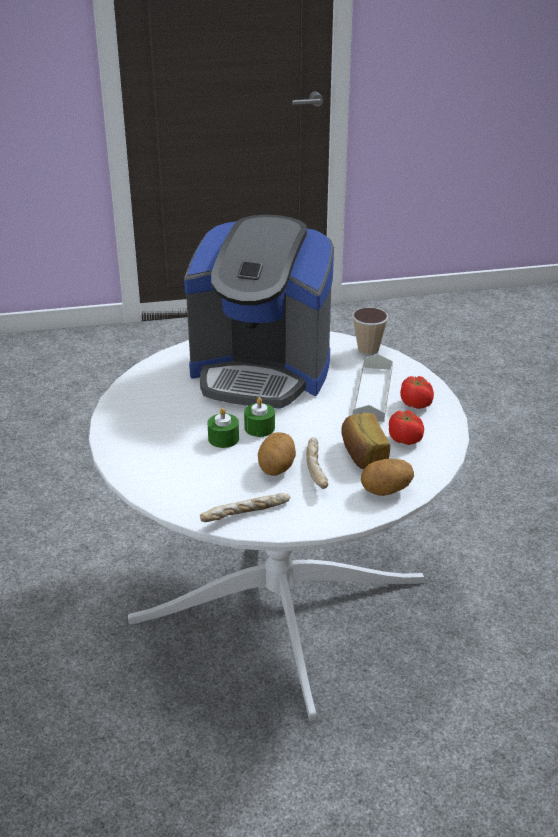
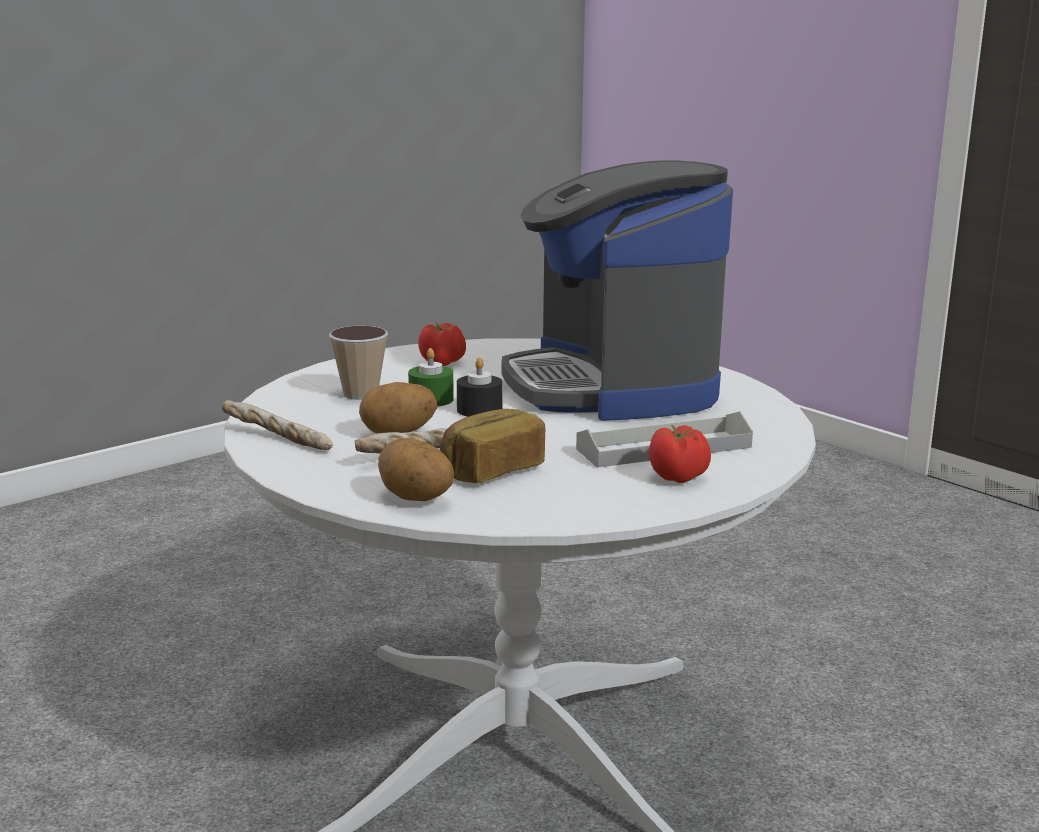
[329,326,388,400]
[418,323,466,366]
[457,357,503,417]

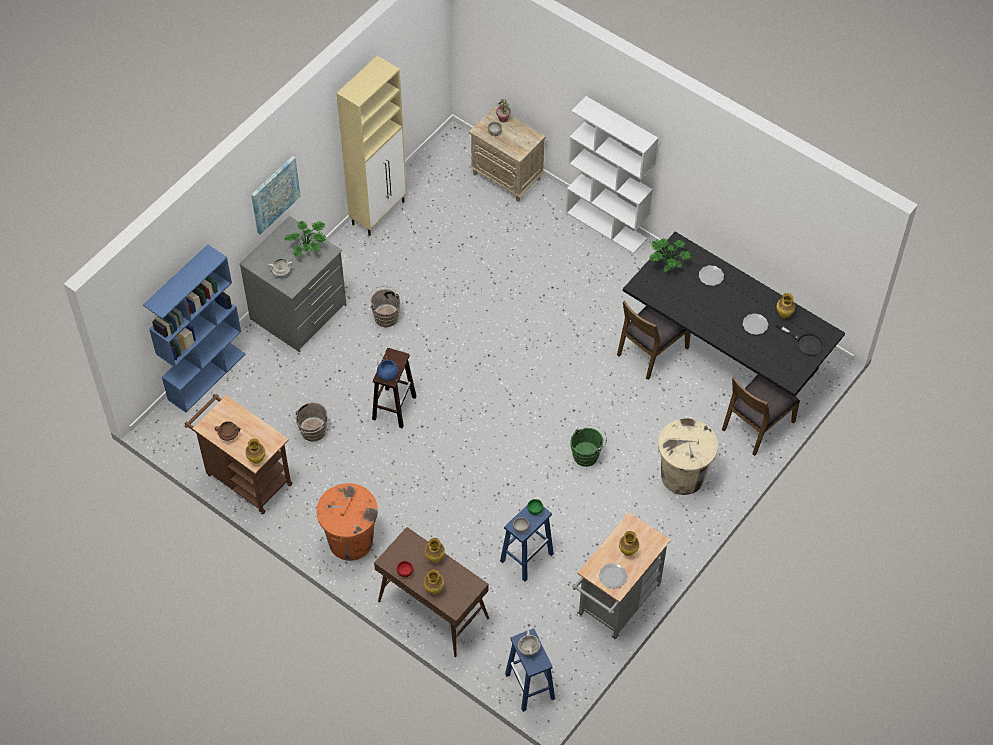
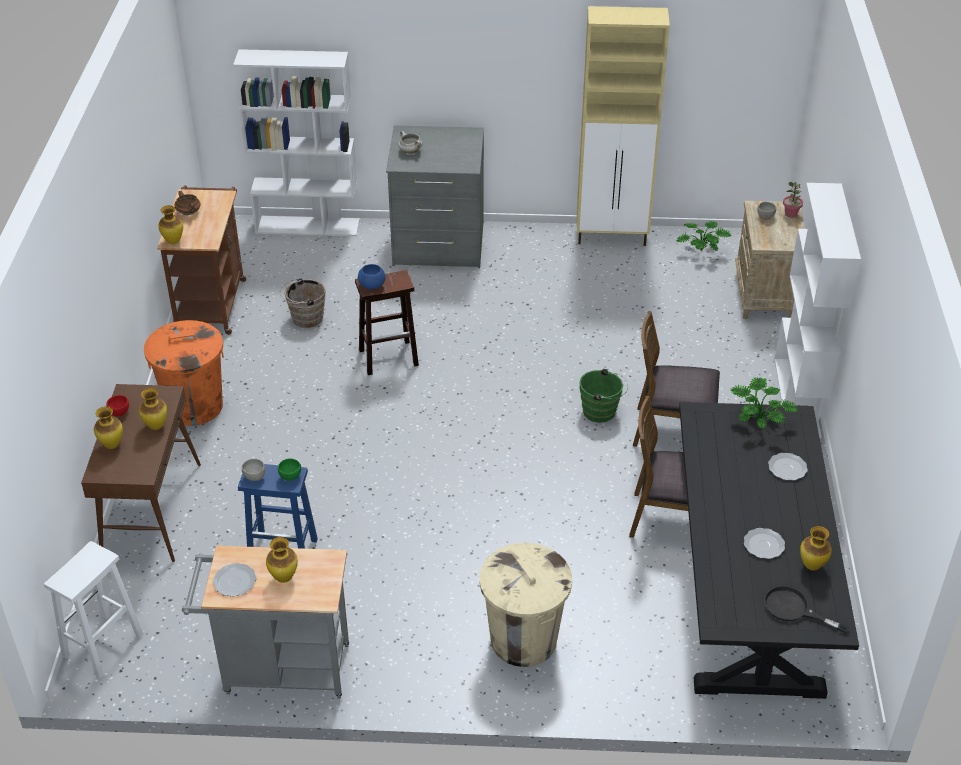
[251,156,301,235] (first image)
[368,286,400,327] (first image)
[518,630,541,656] (first image)
[677,220,732,251]
[579,369,628,423]
[633,311,720,447]
[233,49,360,236]
[44,541,143,678]
[764,585,849,633]

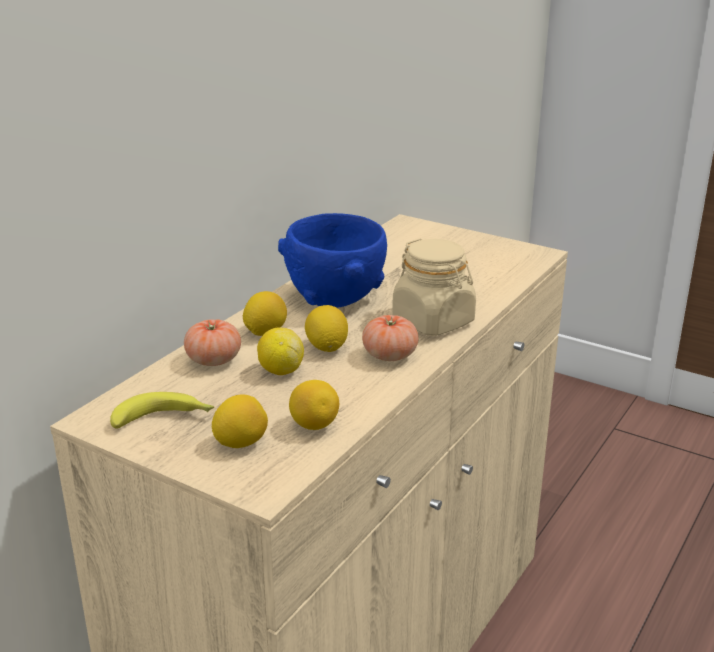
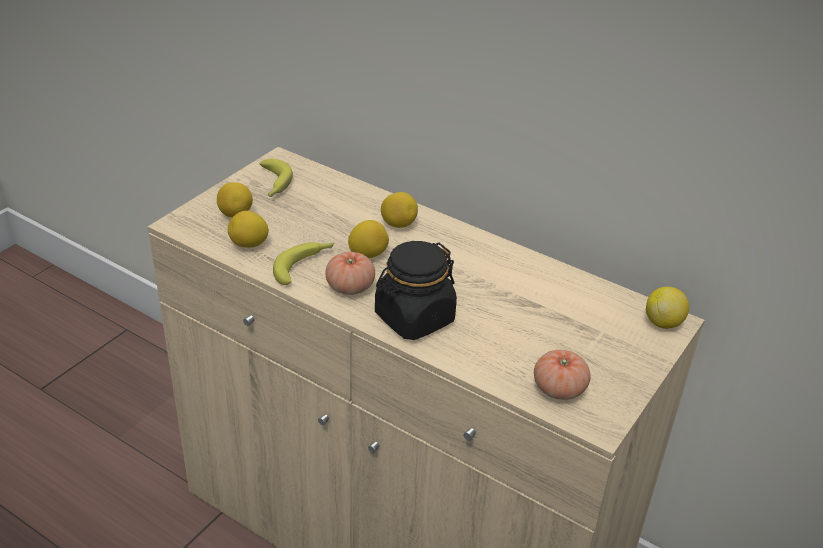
[278,213,387,308] (first image)
[273,242,334,285]
[534,350,591,400]
[646,287,689,329]
[375,241,457,340]

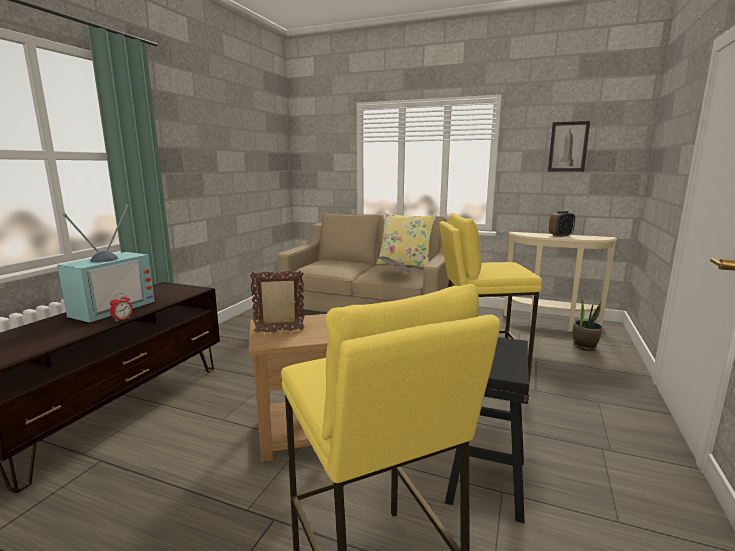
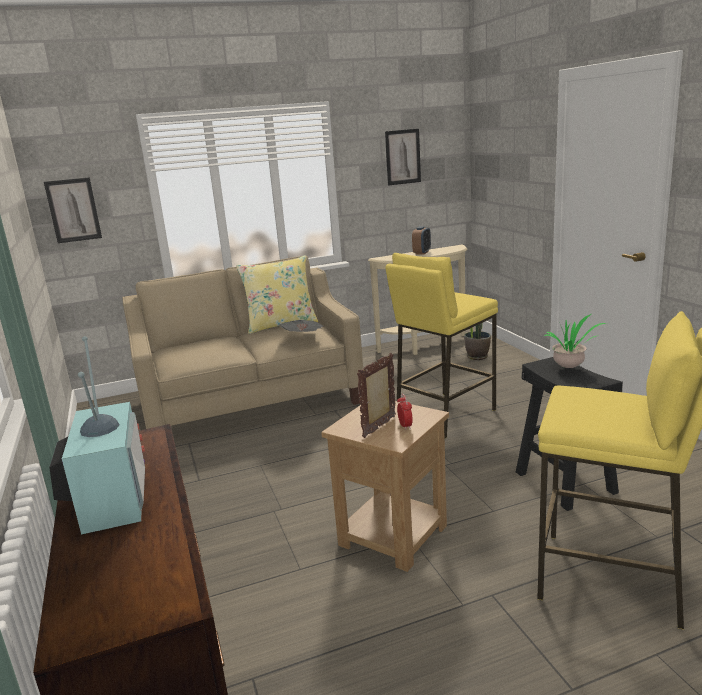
[44,177,102,243]
[543,314,607,368]
[397,394,413,430]

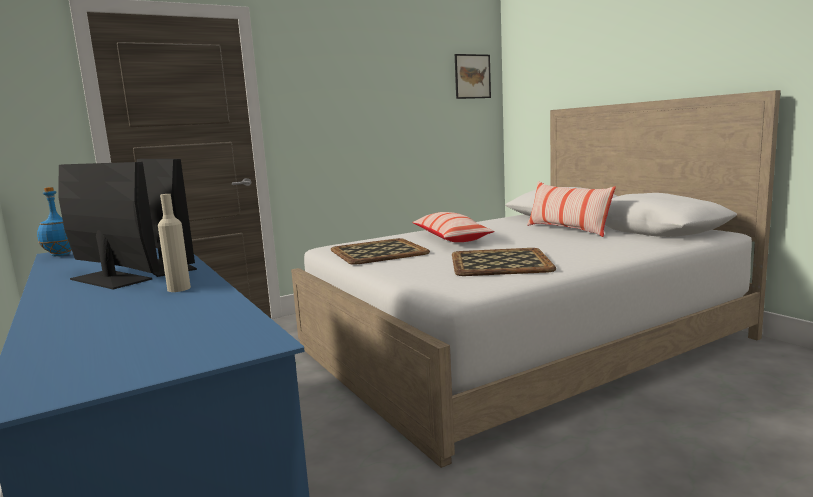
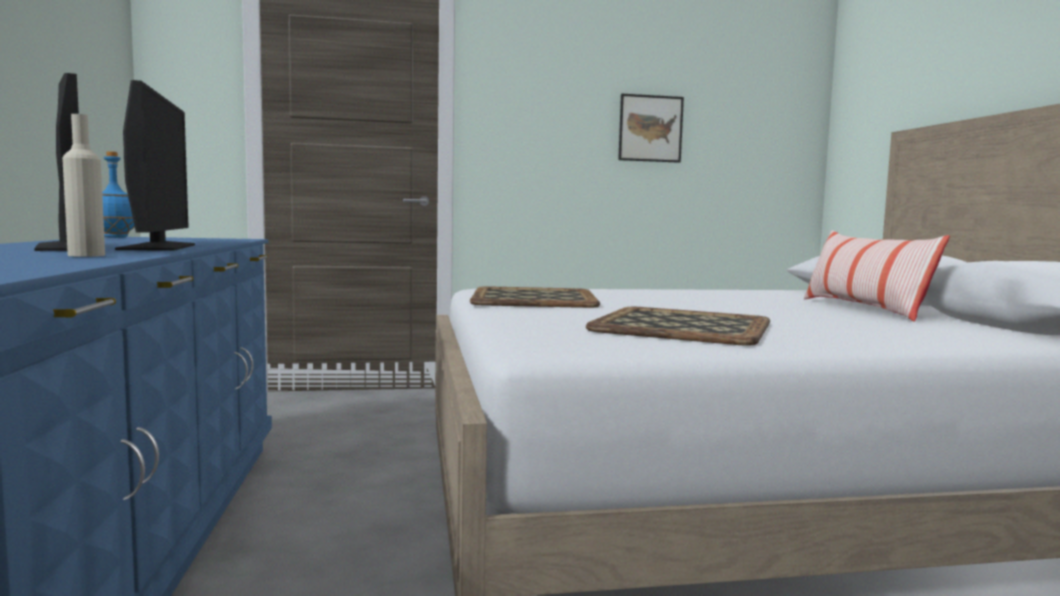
[412,212,494,242] (first image)
[618,94,684,163]

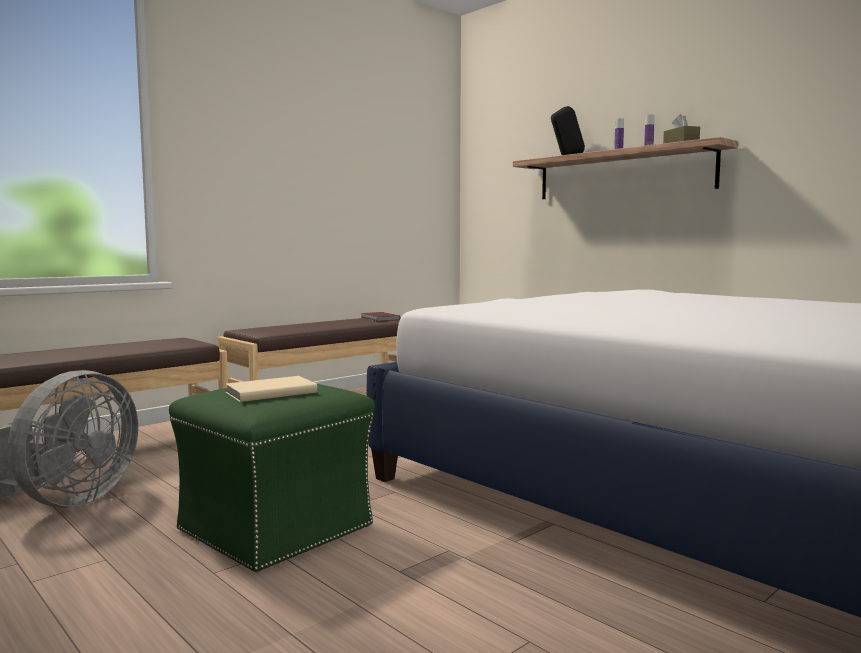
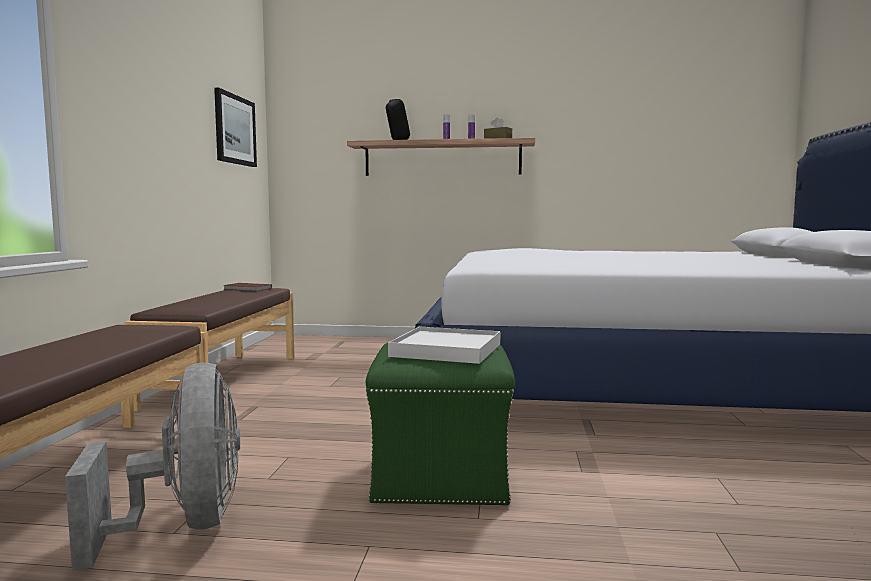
[214,88,257,167]
[388,327,500,364]

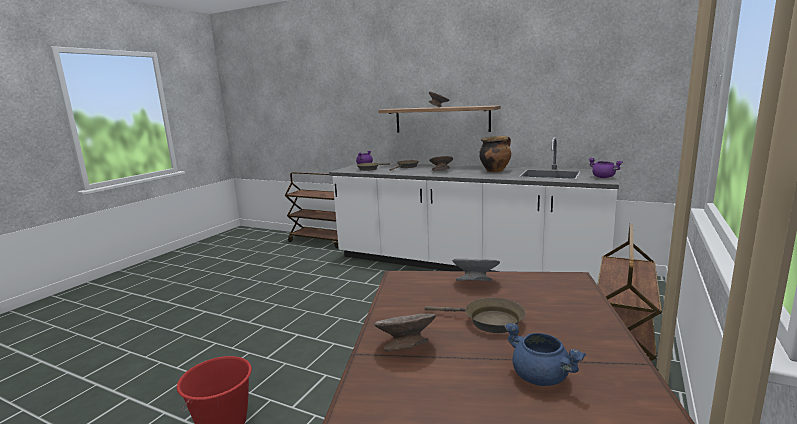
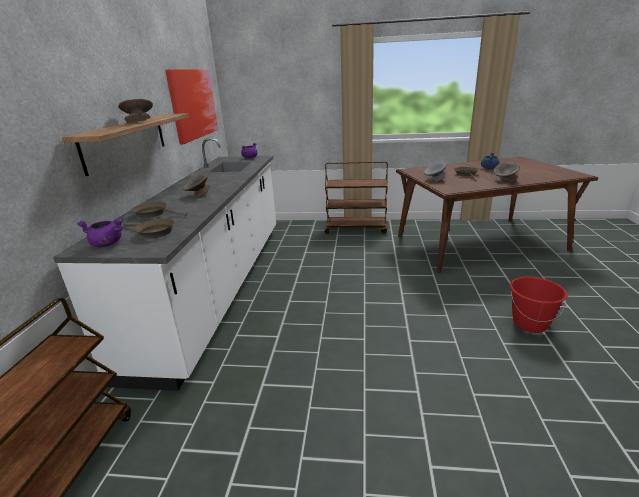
[479,136,511,172] (first image)
[165,69,219,144]

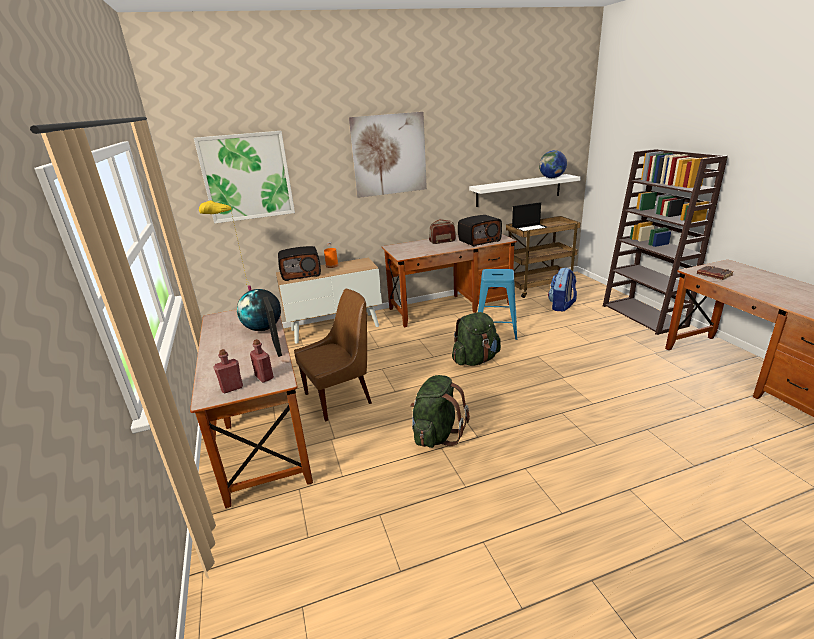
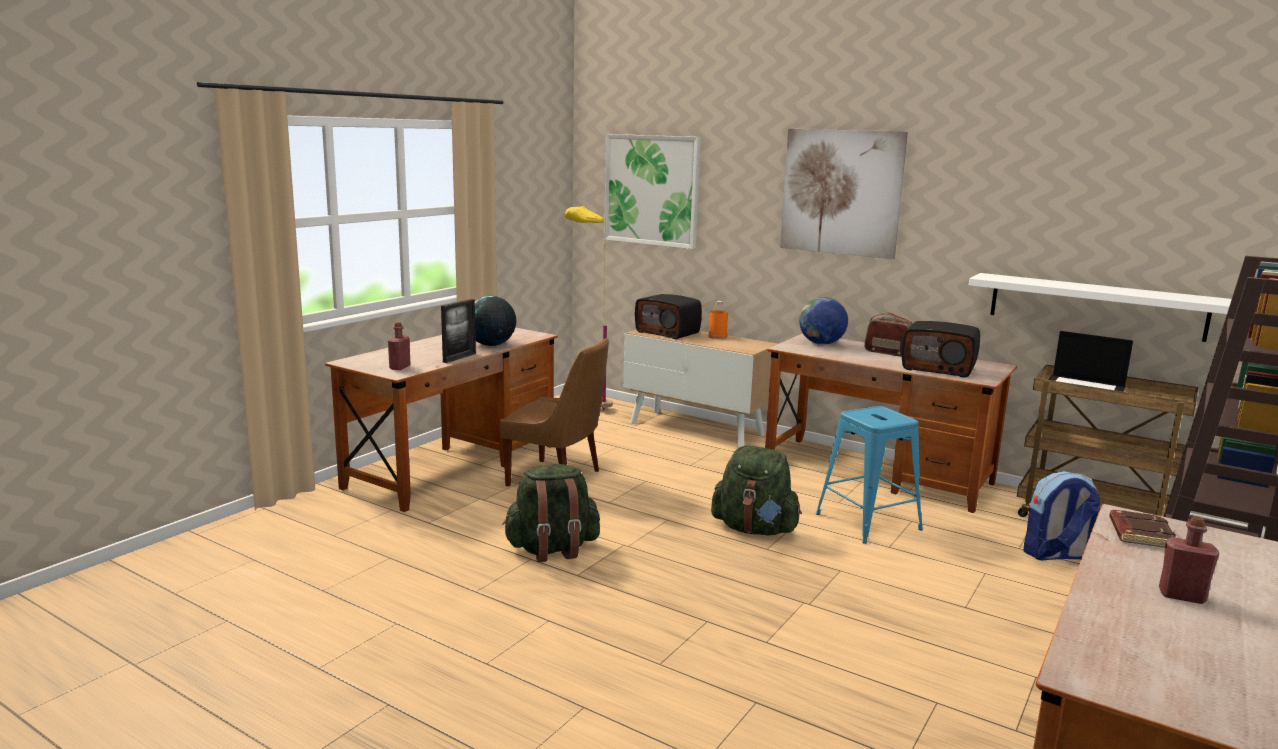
[1159,516,1220,604]
[799,297,848,345]

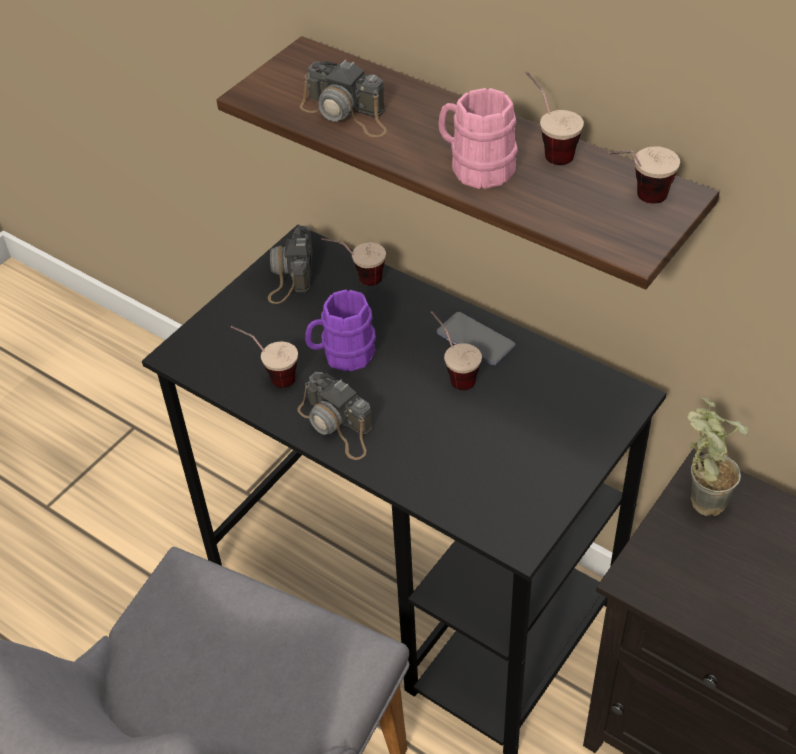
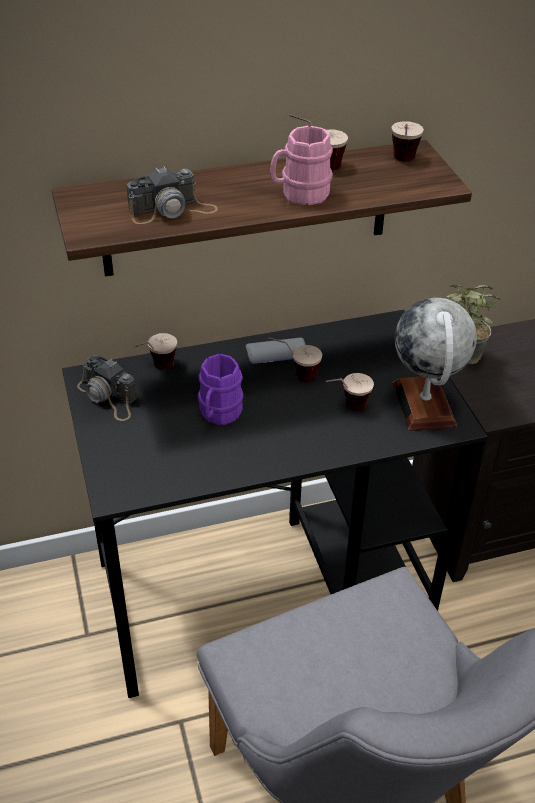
[297,372,373,460] (first image)
[393,298,477,431]
[326,373,374,412]

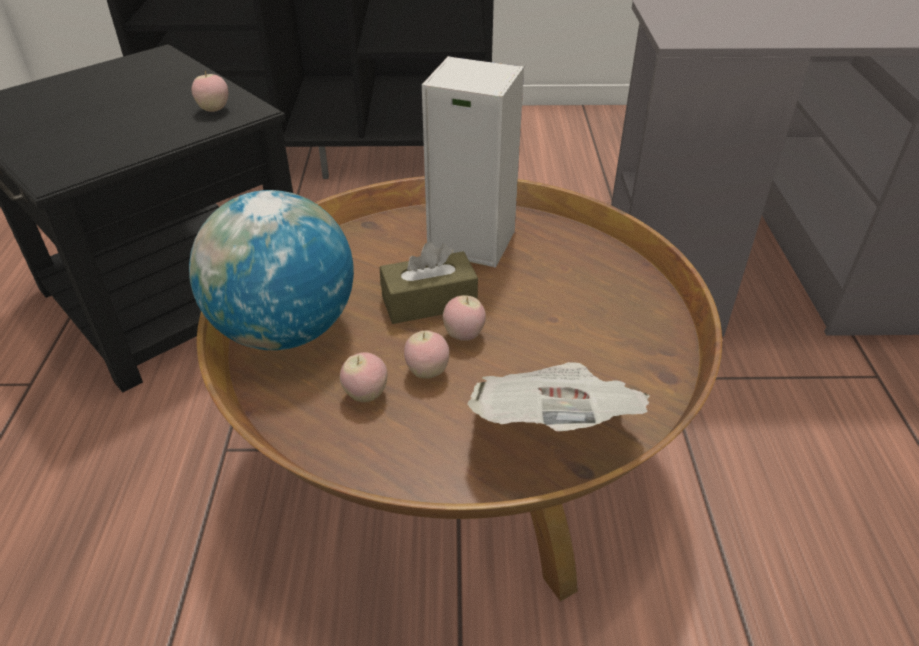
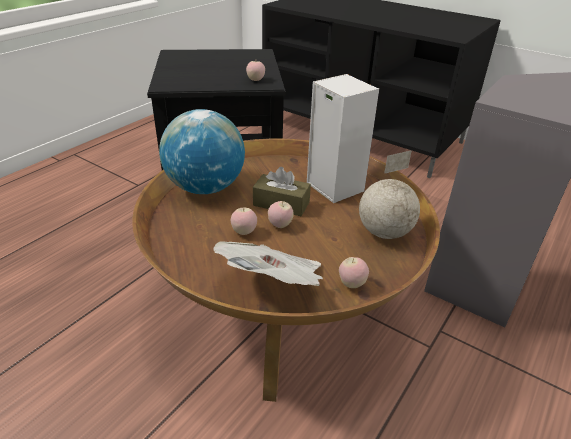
[359,150,420,239]
[339,257,369,288]

